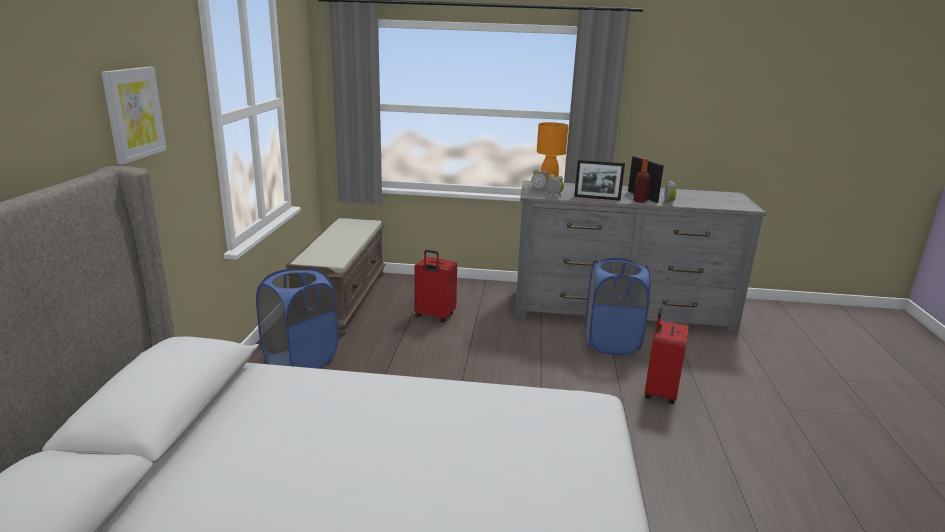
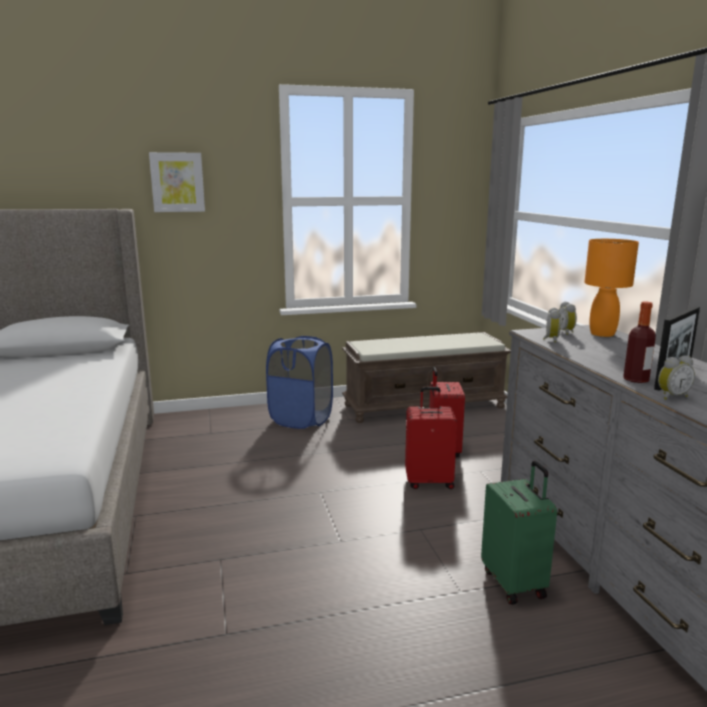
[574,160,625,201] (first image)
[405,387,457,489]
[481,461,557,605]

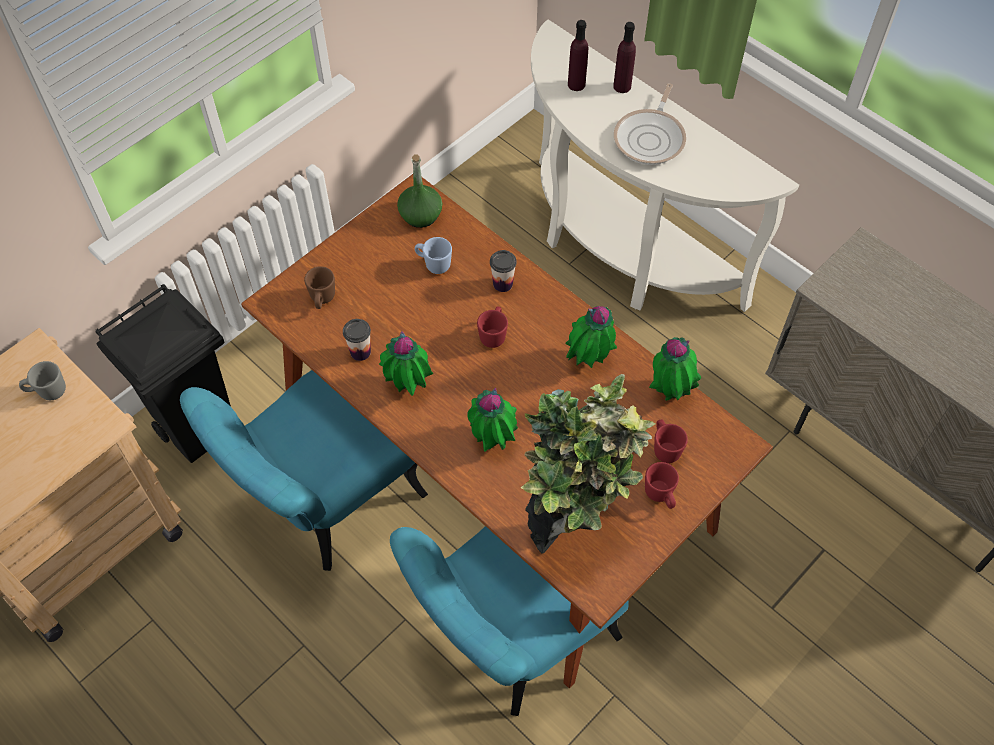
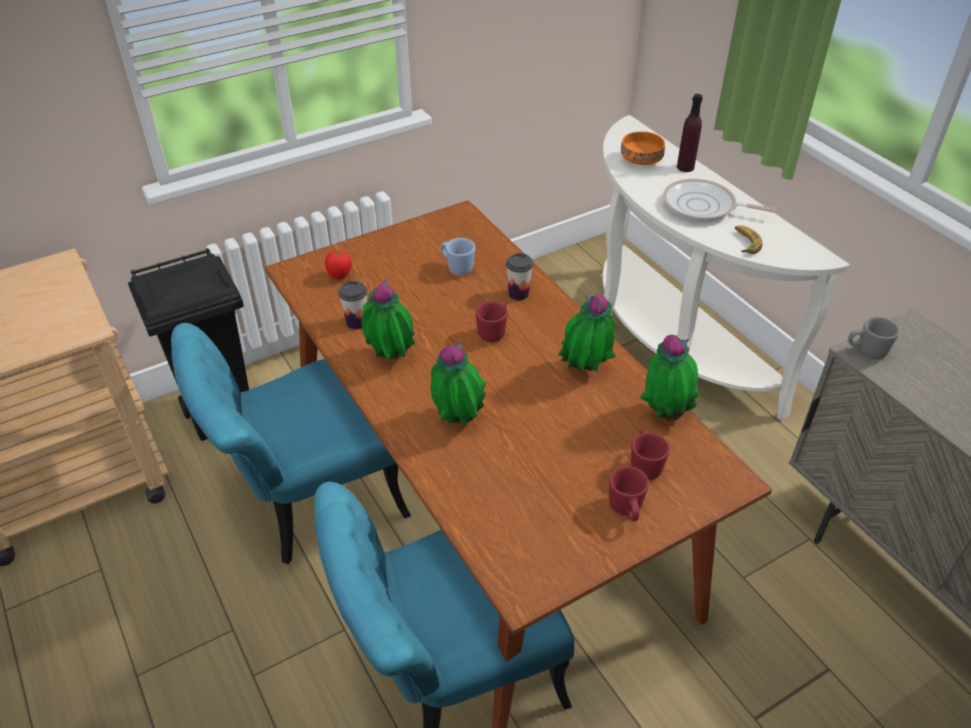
[397,154,442,228] (first image)
[520,374,656,554] (first image)
[735,225,763,254]
[848,317,900,359]
[325,250,352,280]
[621,131,665,165]
[663,179,775,223]

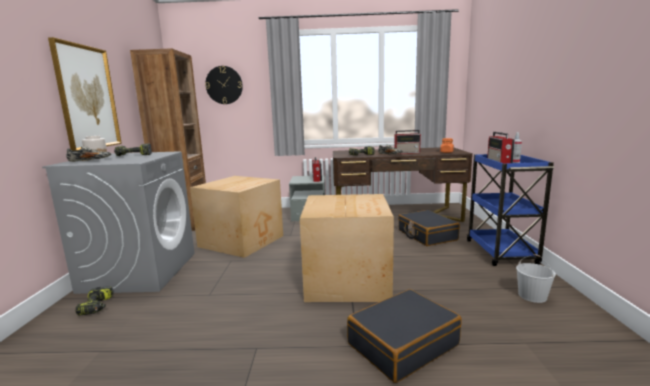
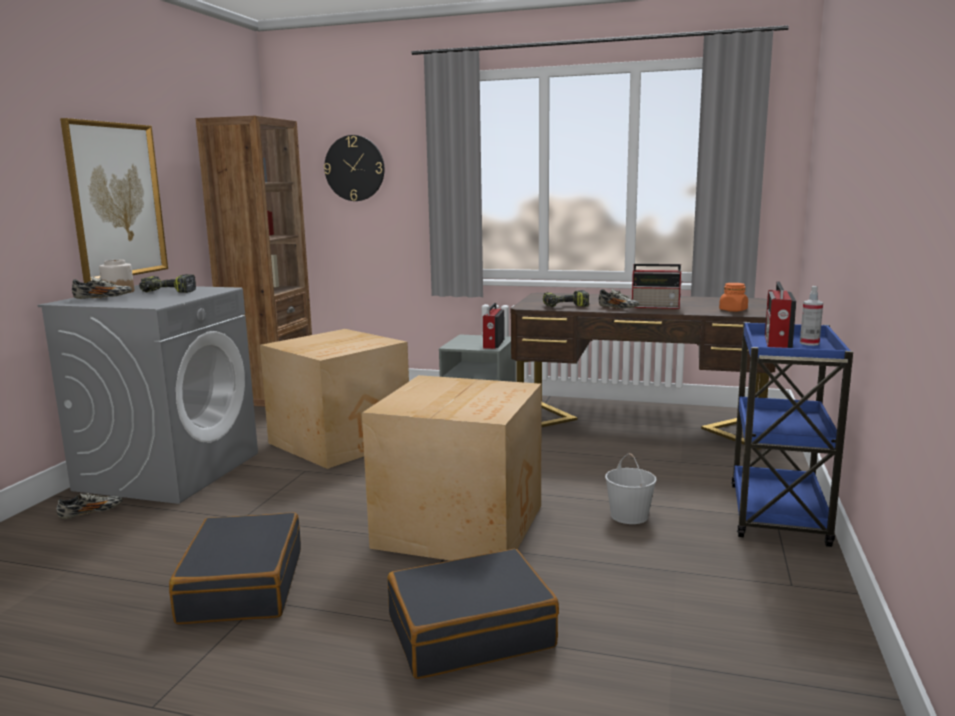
[169,513,301,624]
[605,453,657,524]
[56,492,123,519]

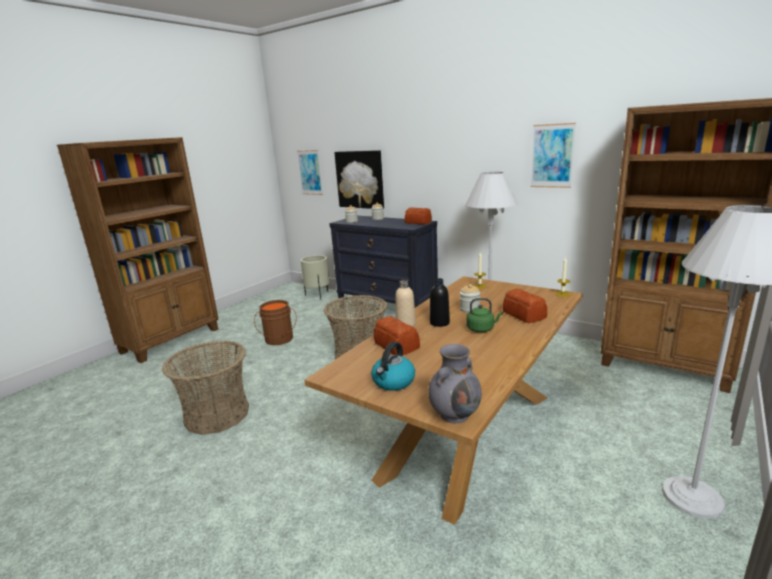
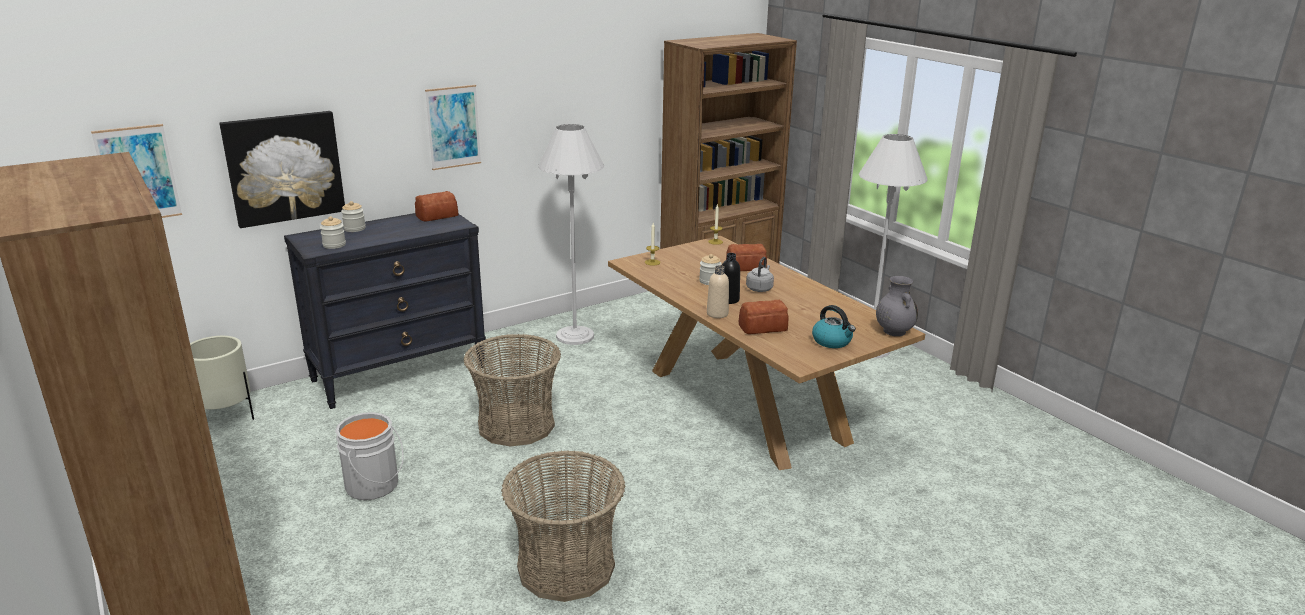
[425,85,481,170]
[335,412,404,500]
[746,257,774,292]

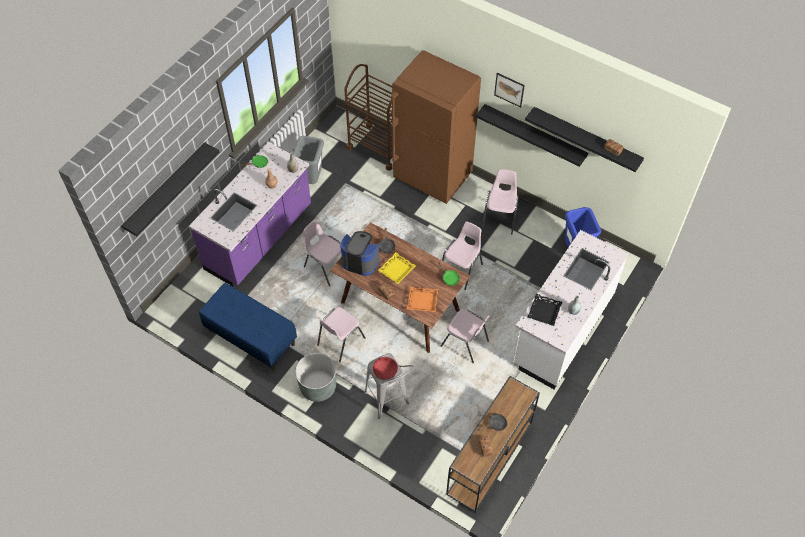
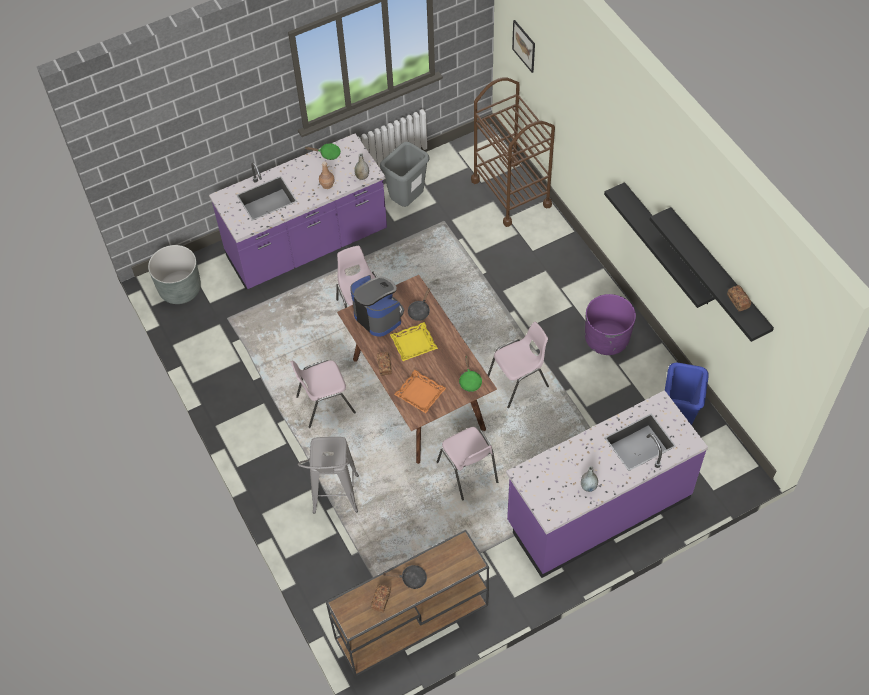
[121,143,220,236] (first image)
[199,283,297,371] (first image)
[373,357,398,380] (first image)
[392,50,481,204] (first image)
[528,294,562,326] (first image)
[148,245,201,304]
[512,20,535,73]
[585,294,636,355]
[506,390,708,578]

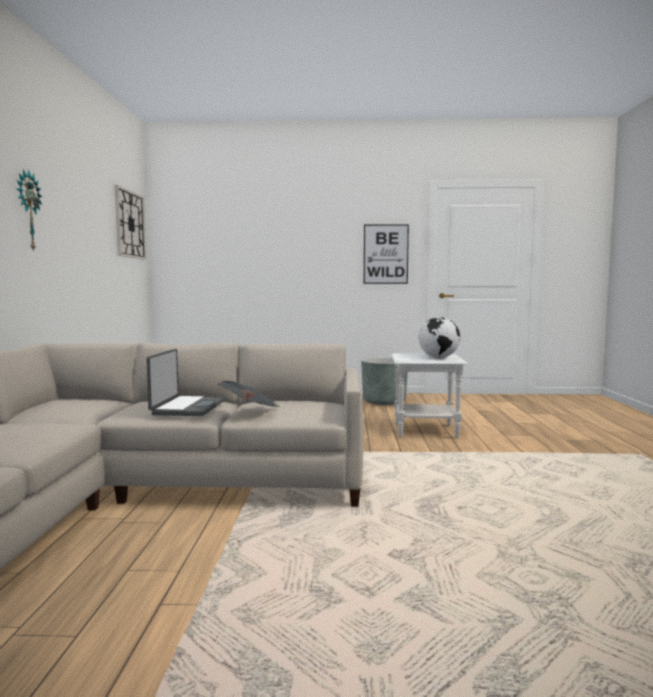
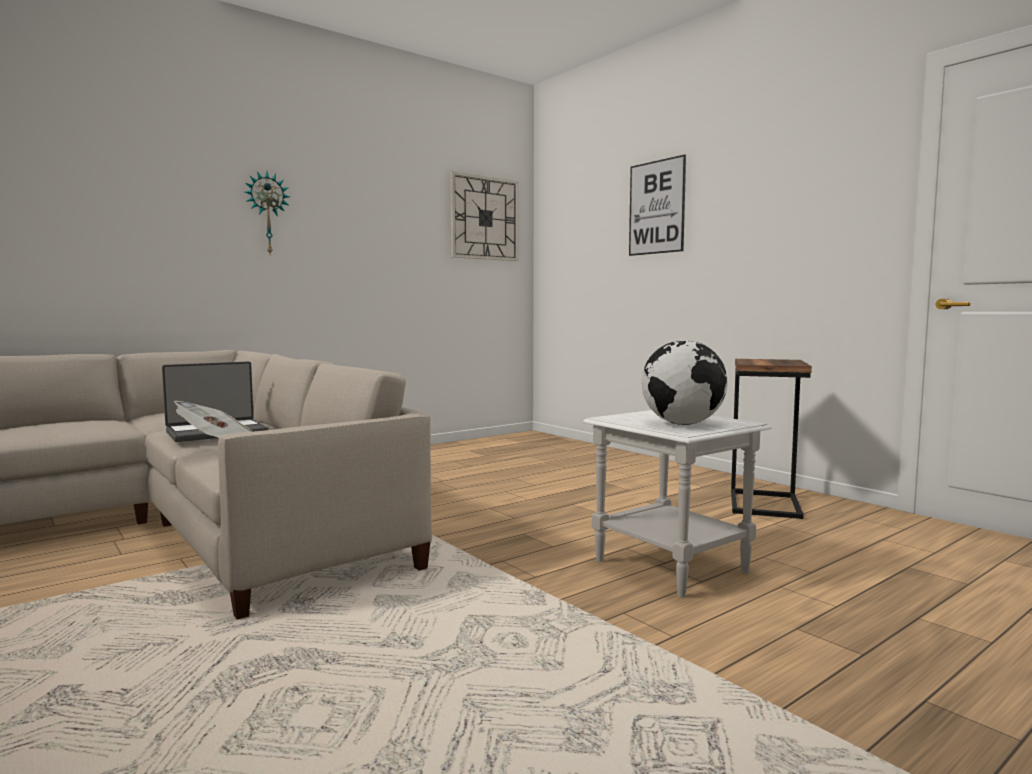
[629,154,686,256]
[731,359,812,519]

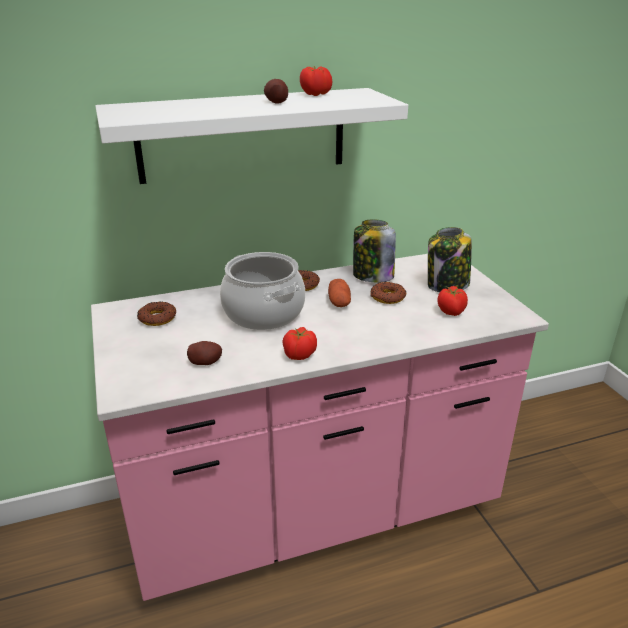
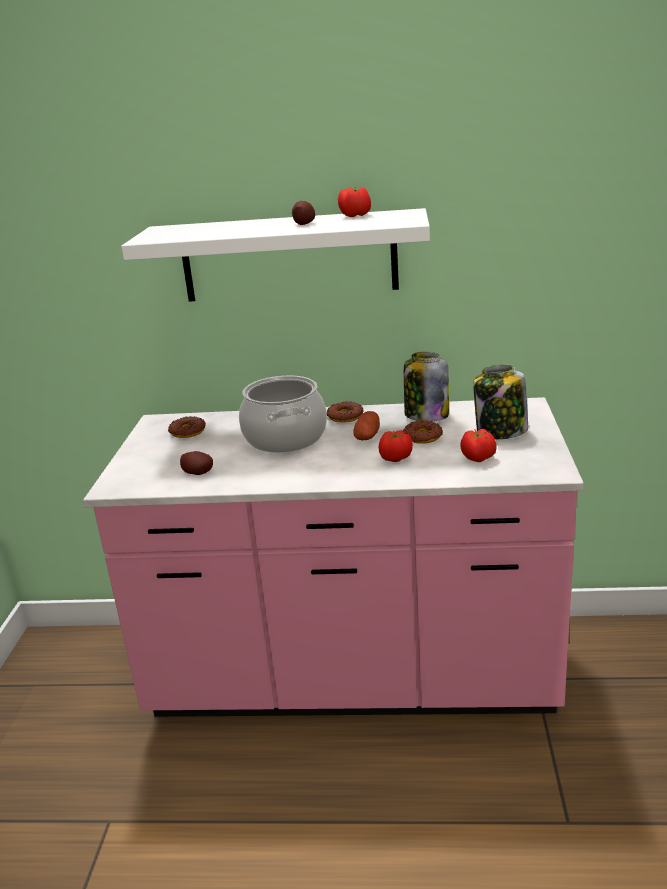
[379,430,413,462]

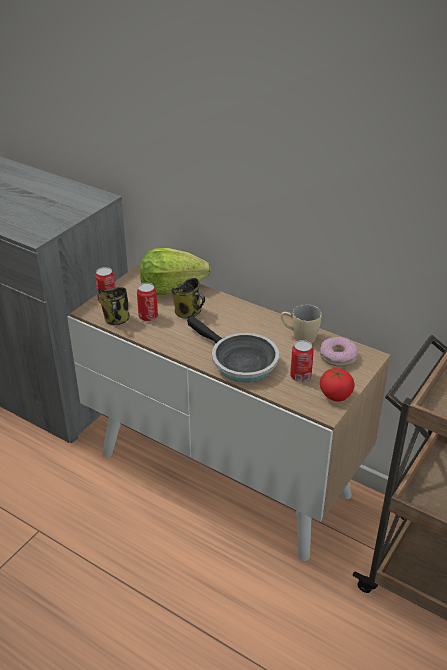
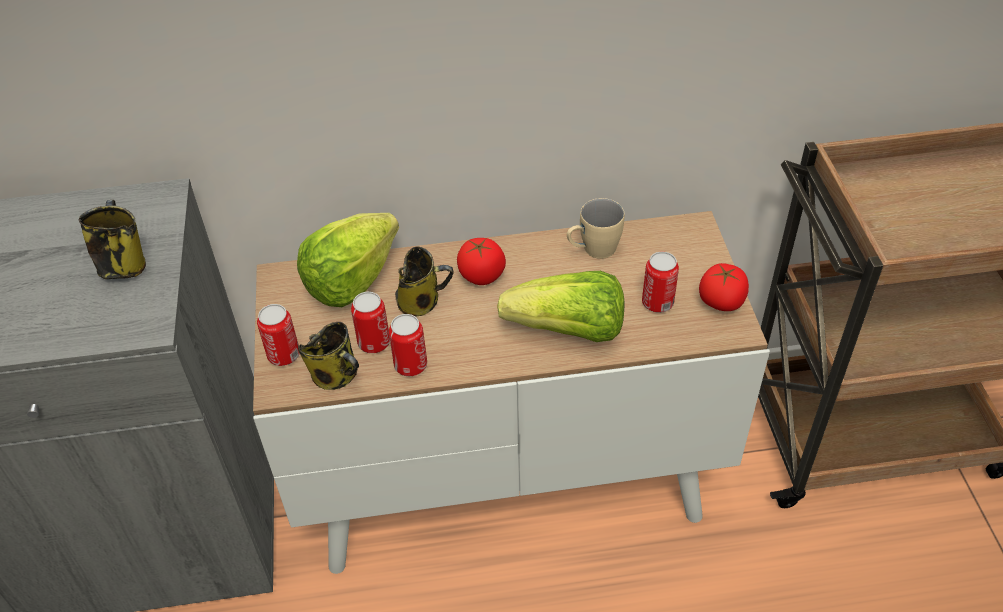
[320,337,358,367] (first image)
[79,200,146,279]
[389,314,427,376]
[457,238,506,285]
[497,271,624,342]

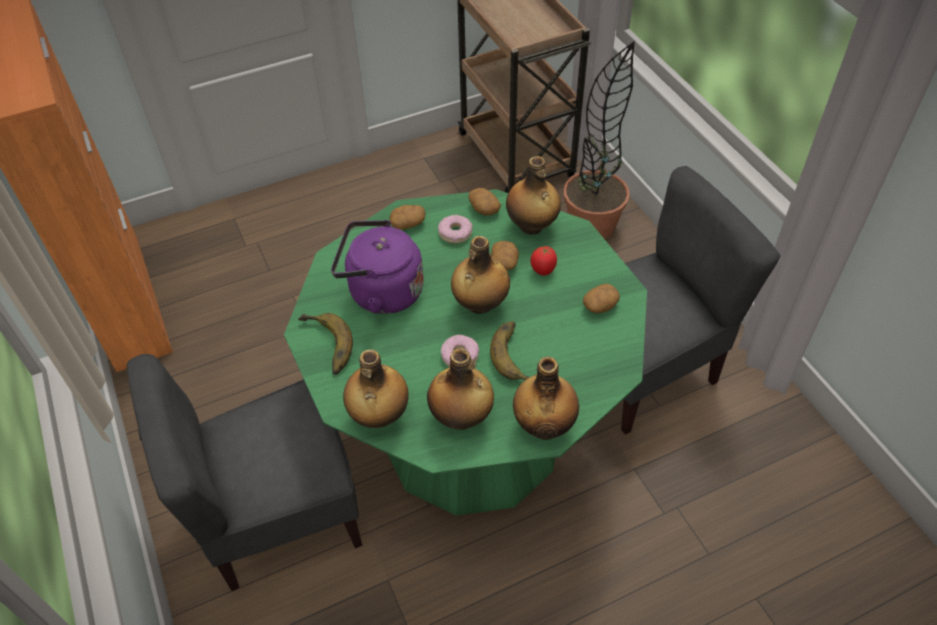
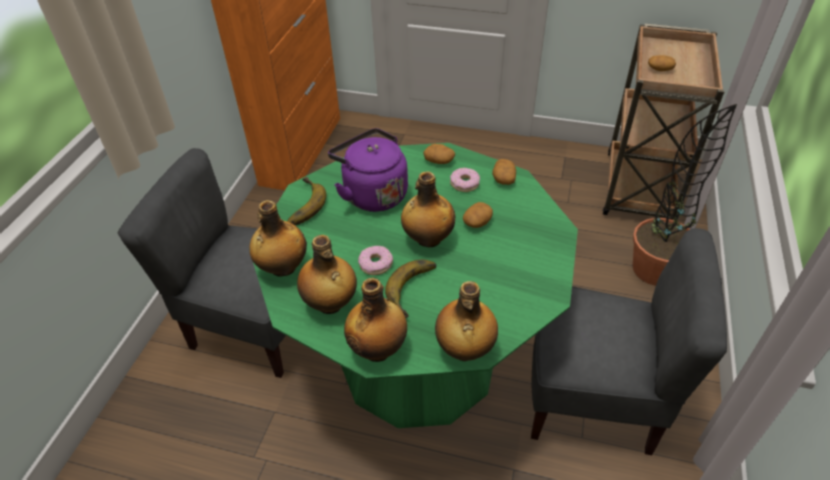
[530,246,557,275] (first image)
[435,281,498,361]
[648,55,676,71]

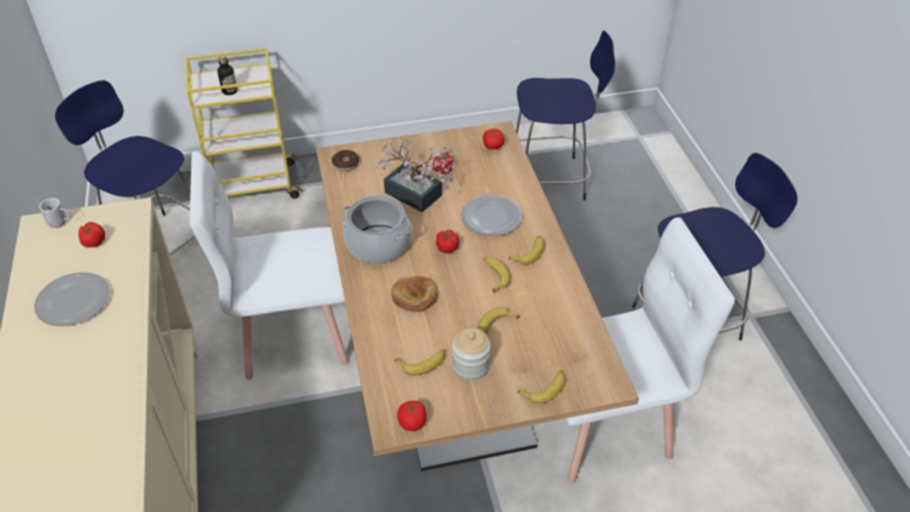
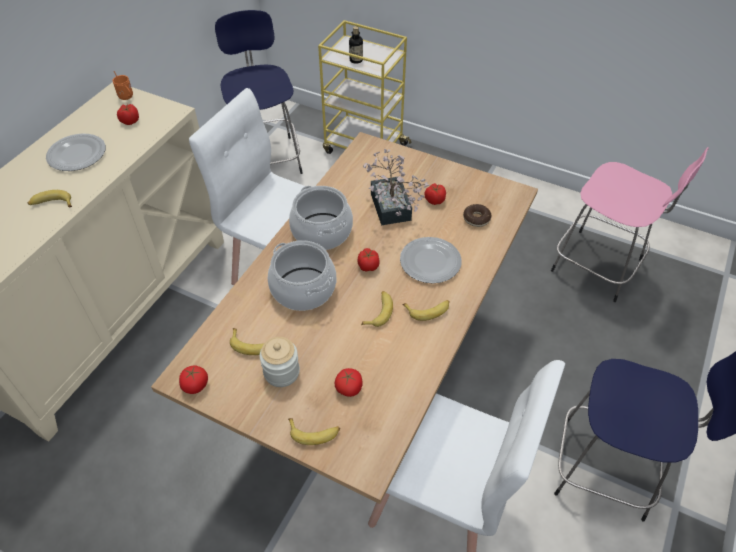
[463,204,491,227]
[28,190,72,207]
[335,368,363,397]
[268,240,336,311]
[112,71,133,100]
[551,147,709,302]

